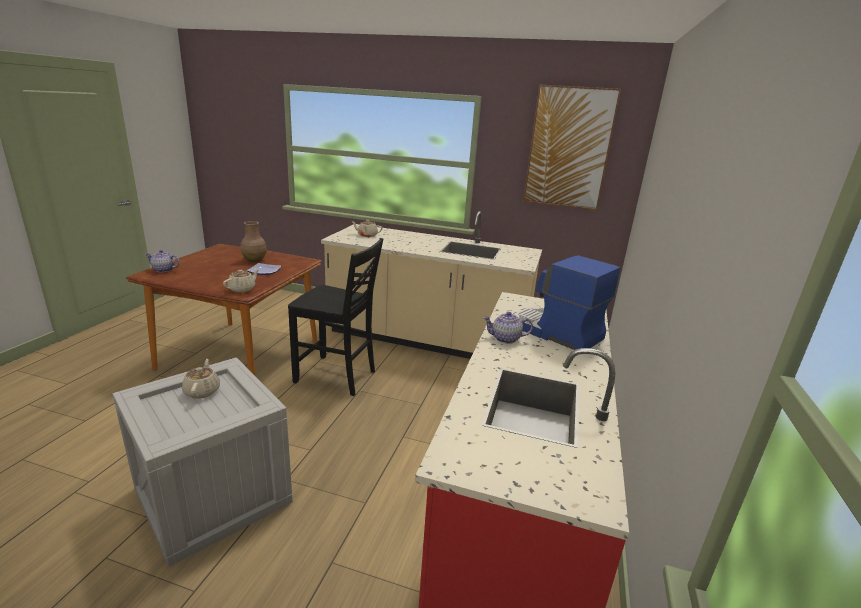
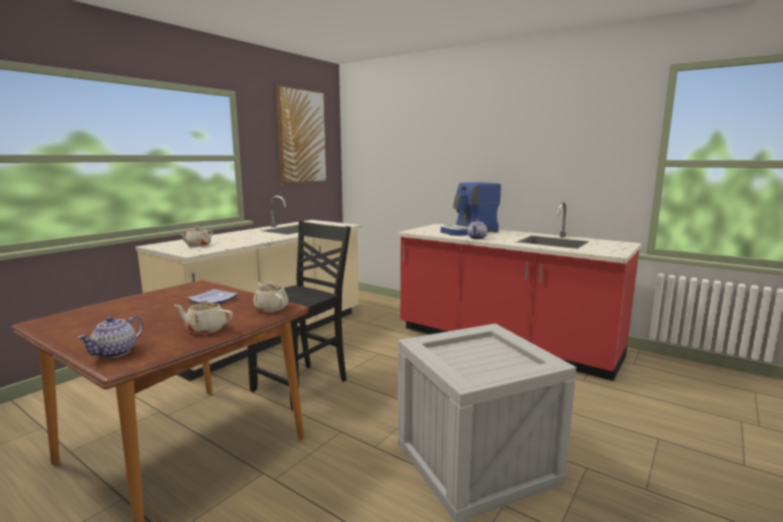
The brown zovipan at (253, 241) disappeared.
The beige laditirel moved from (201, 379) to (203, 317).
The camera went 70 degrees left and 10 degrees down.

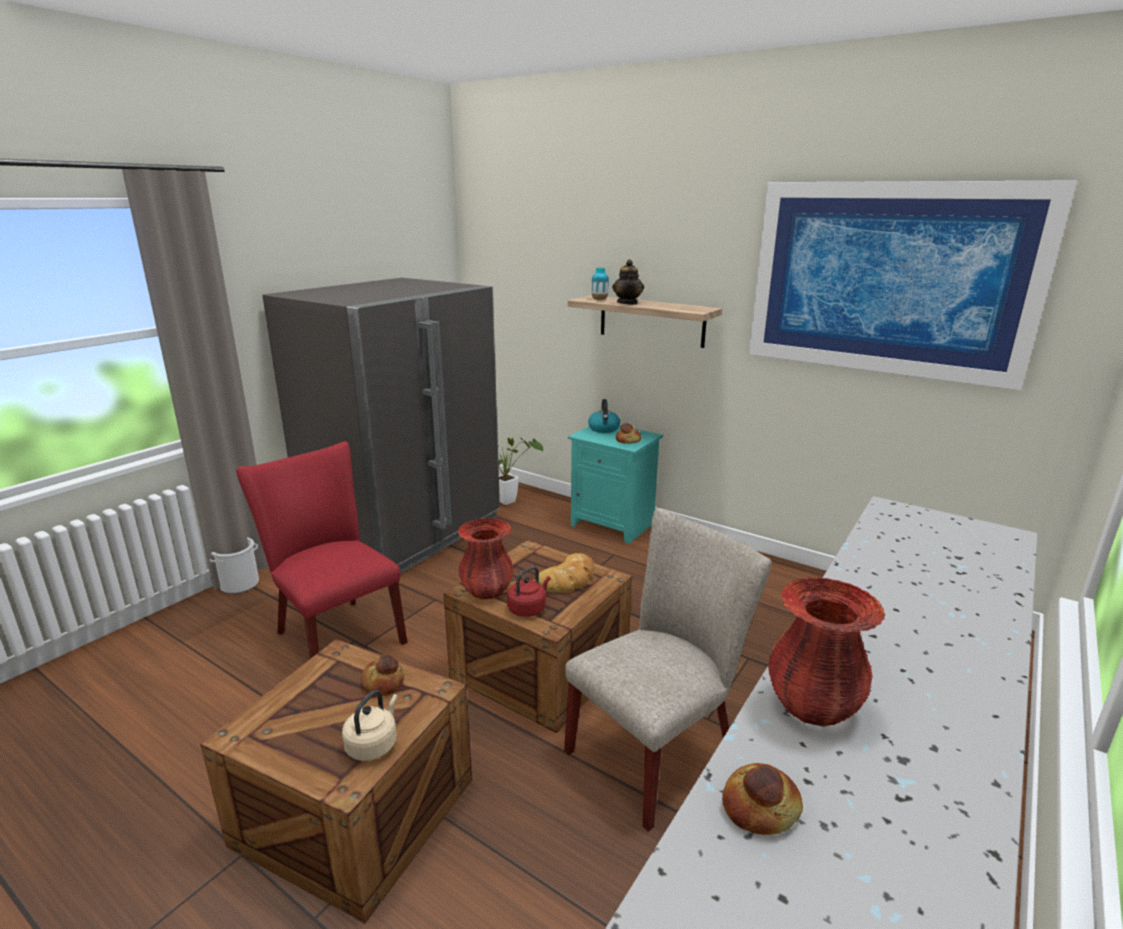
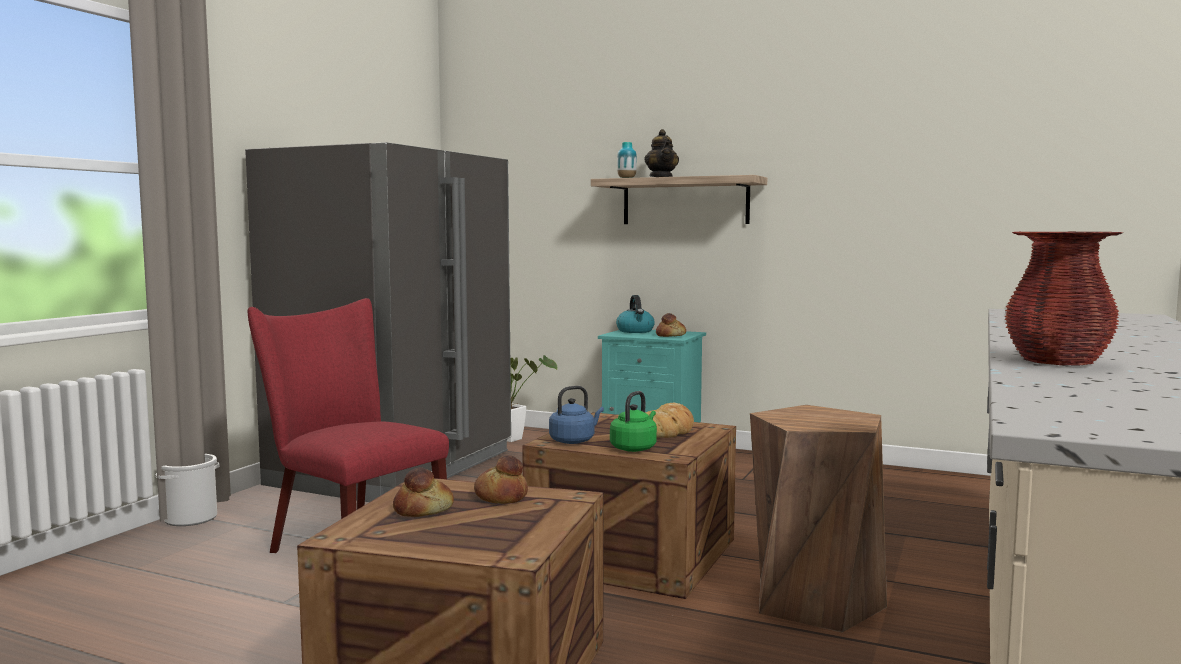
The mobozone at (913, 285) disappeared.
The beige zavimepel at (667, 670) was replaced by the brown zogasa at (818, 518).
The red zovipan at (485, 558) was replaced by the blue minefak at (576, 415).
The red minefak at (529, 591) became the green minefak at (633, 421).
The beige minefak at (370, 725) disappeared.
The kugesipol moved from (762, 799) to (423, 492).
The camera went 10 degrees left and 15 degrees down.

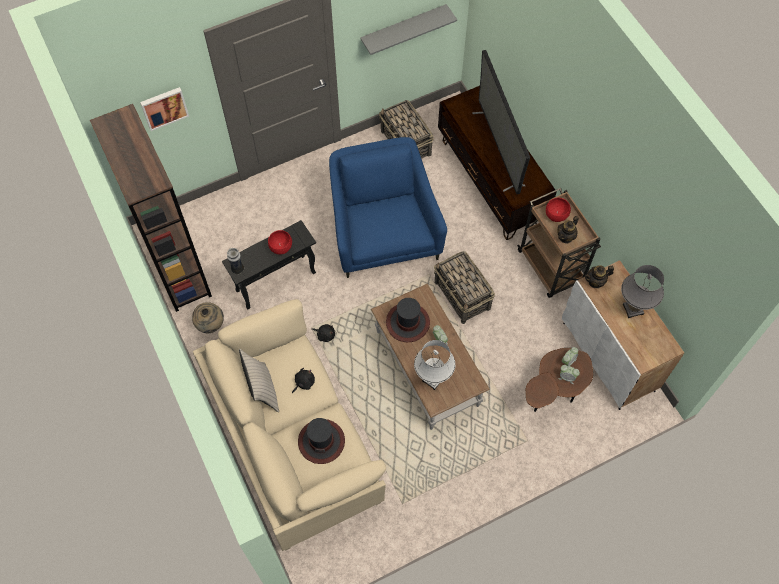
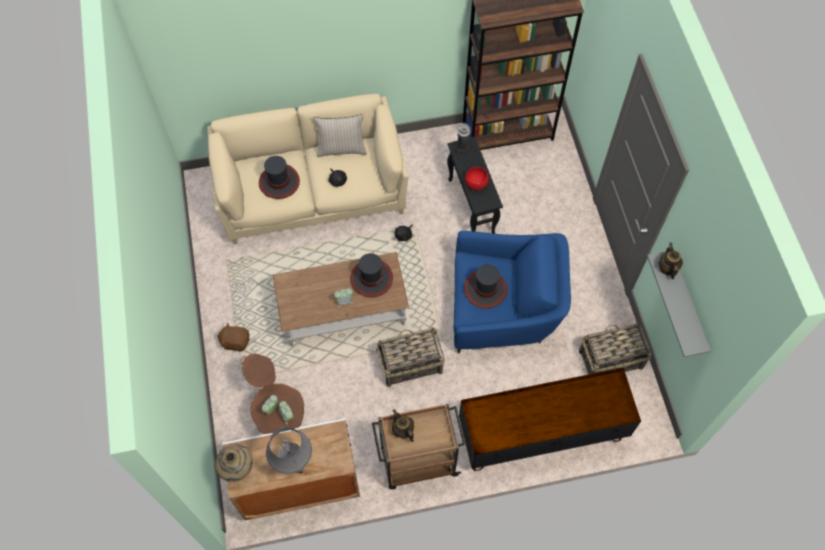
The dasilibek at (501, 122) disappeared.
The mobozone at (164, 109) disappeared.
The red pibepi at (558, 210) disappeared.
The laditirel moved from (599, 276) to (670, 261).
The beige zovipan moved from (208, 318) to (234, 463).
The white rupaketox at (434, 365) disappeared.
The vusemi at (485, 286) appeared.
The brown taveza at (233, 337) appeared.
The camera went 105 degrees right and 0 degrees up.

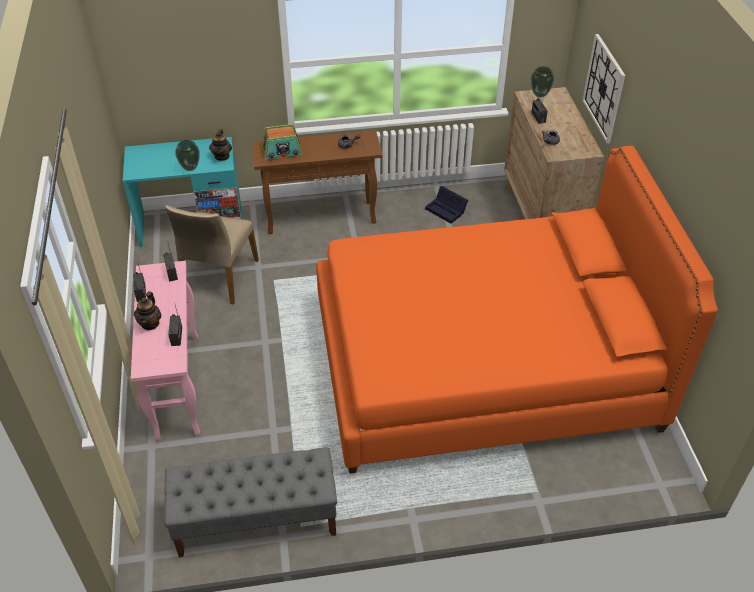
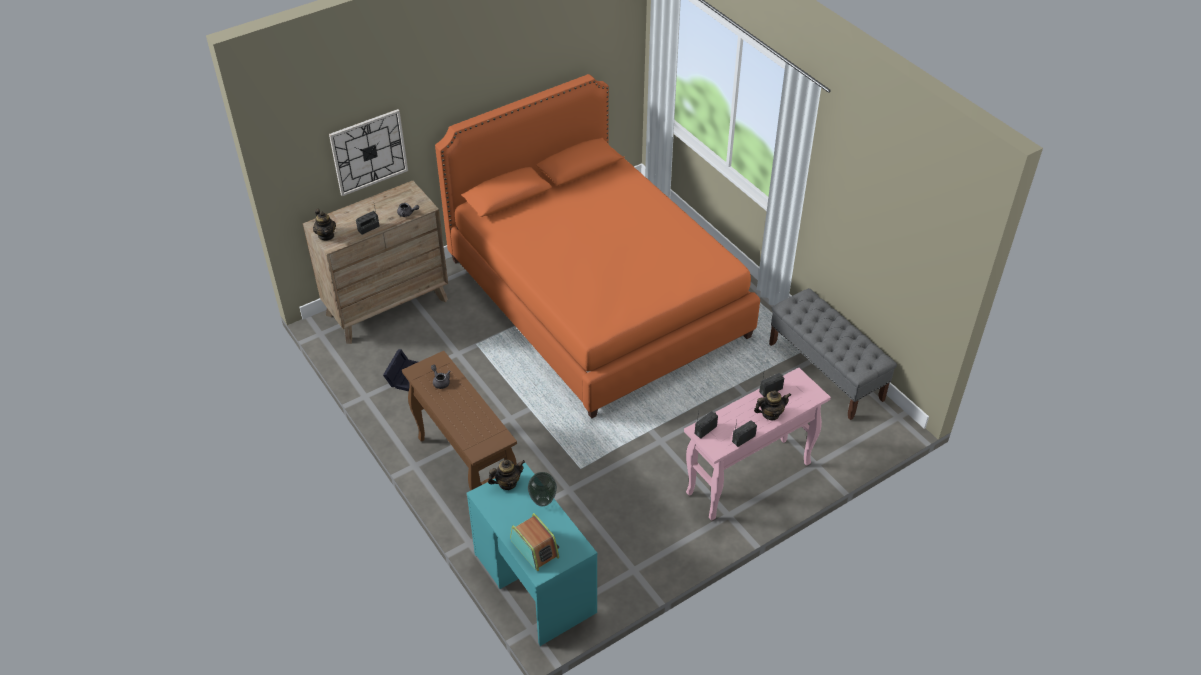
The zovipan at (542, 82) was replaced by the laditirel at (324, 225).
The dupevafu moved from (282, 142) to (534, 542).
The beige zavimepel at (212, 255) disappeared.
The camera went 115 degrees left and 0 degrees up.

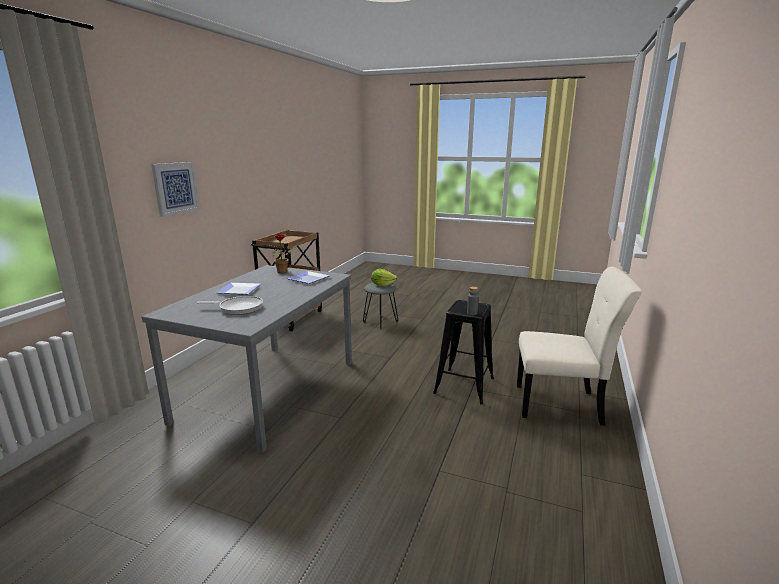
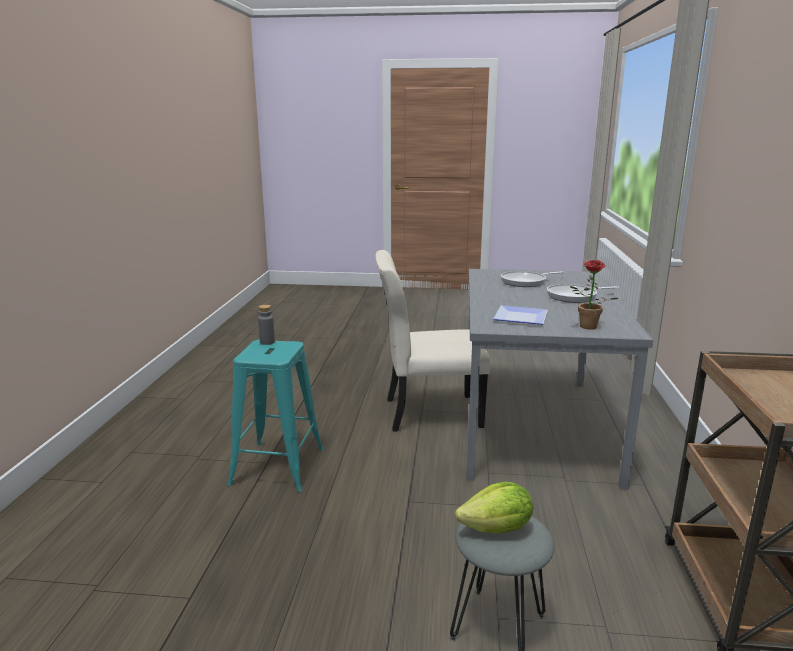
The mobozone at (175, 189) disappeared.
The beige zavimepel moved from (579, 346) to (432, 341).
The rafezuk at (238, 289) was replaced by the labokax at (583, 293).
The black zogasa at (463, 352) became the turquoise zogasa at (275, 416).
The camera went 165 degrees right and 0 degrees up.

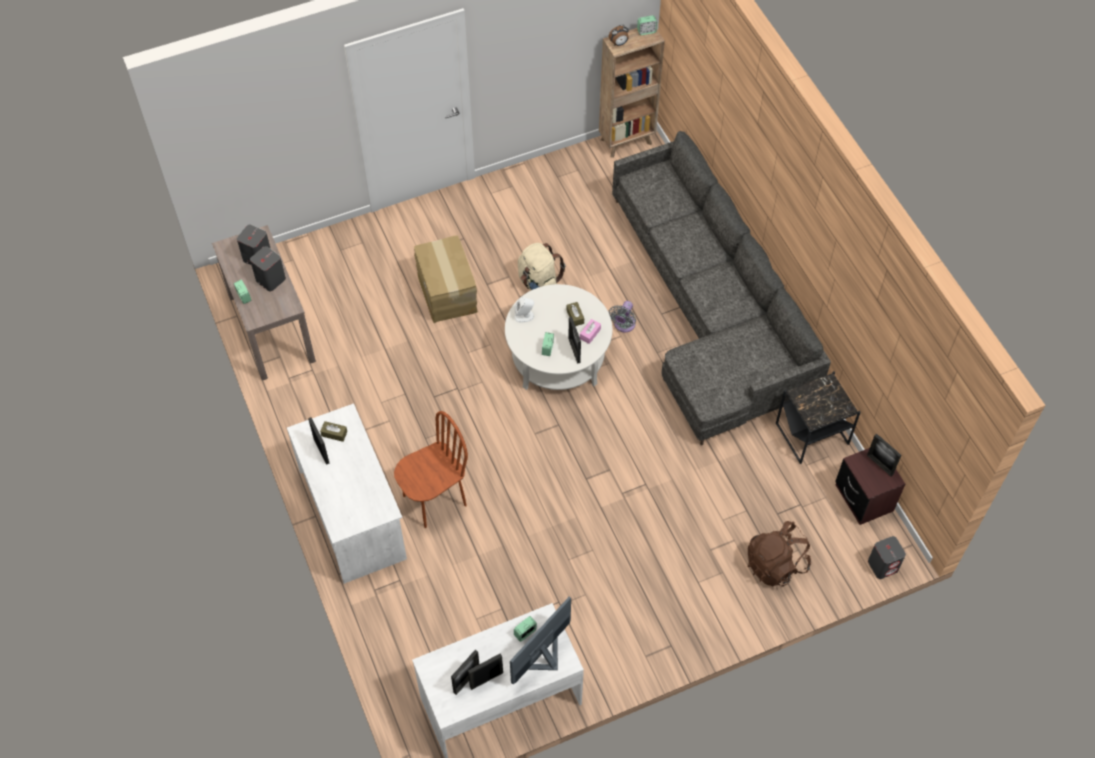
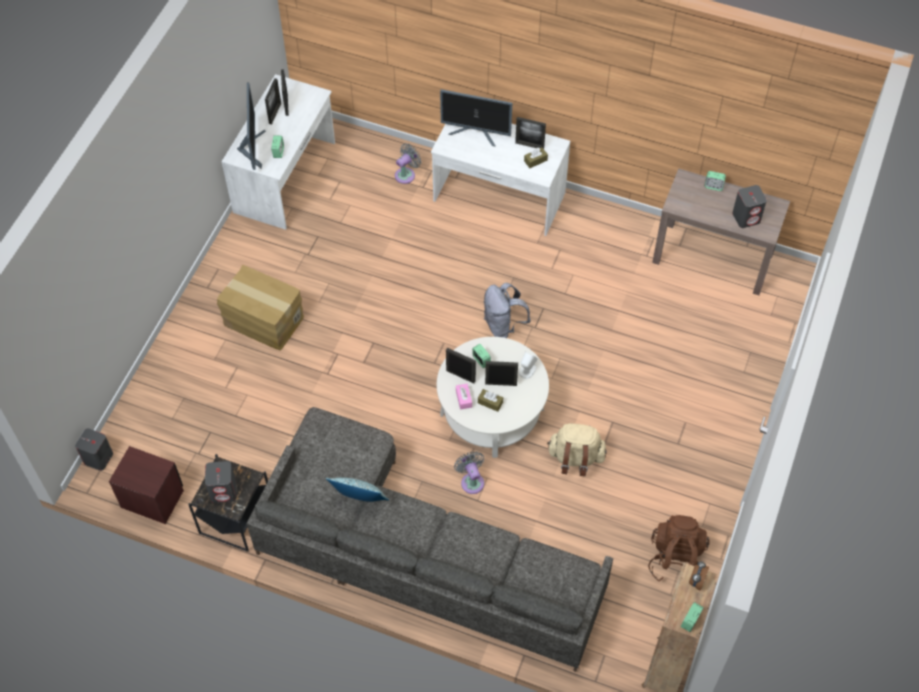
The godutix moved from (446, 279) to (260, 307).
The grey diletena moved from (268, 268) to (220, 482).
The brown zavimepel at (431, 469) disappeared.
The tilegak moved from (884, 455) to (501, 373).
The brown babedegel moved from (779, 554) to (679, 548).
The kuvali at (476, 118) appeared.
The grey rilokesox at (408, 163) appeared.
The grey babedegel at (507, 310) appeared.
The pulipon at (357, 490) appeared.
The camera went 135 degrees right and 0 degrees up.

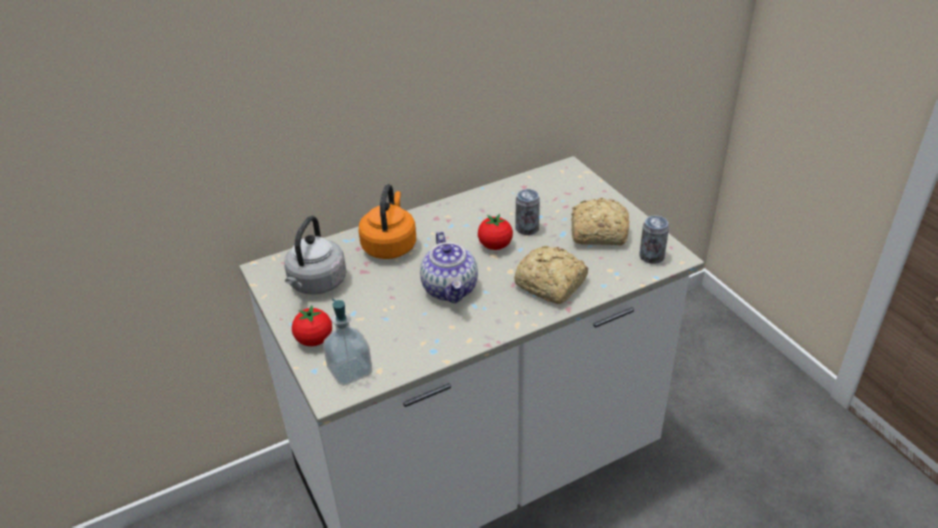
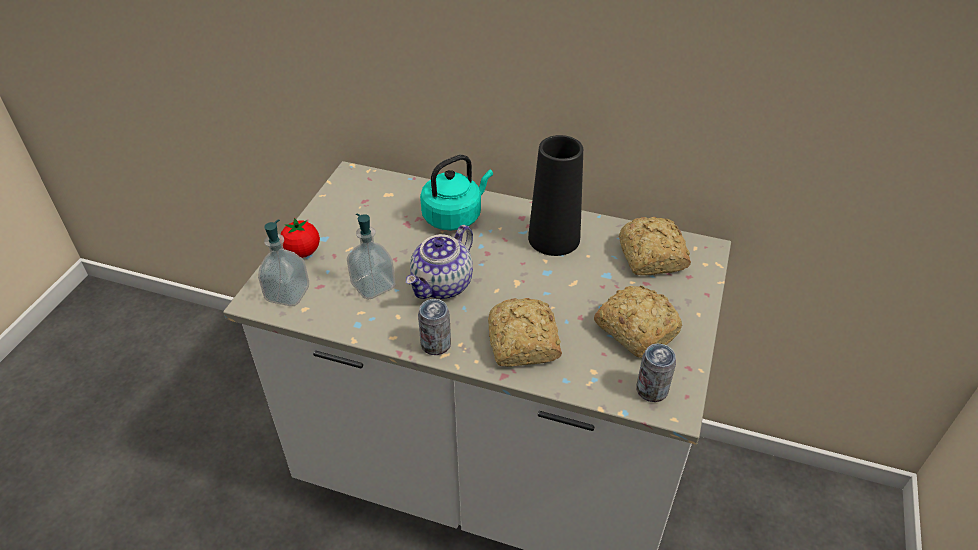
The orange minefak at (387, 221) became the turquoise minefak at (456, 193).
The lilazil moved from (528, 212) to (434, 327).
The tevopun at (495, 232) disappeared.
The grey minefak at (315, 255) disappeared.
The black zovipan at (555, 195) appeared.
The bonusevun at (371, 256) appeared.
The kugesipol at (655, 246) appeared.
The camera went 45 degrees right and 5 degrees up.

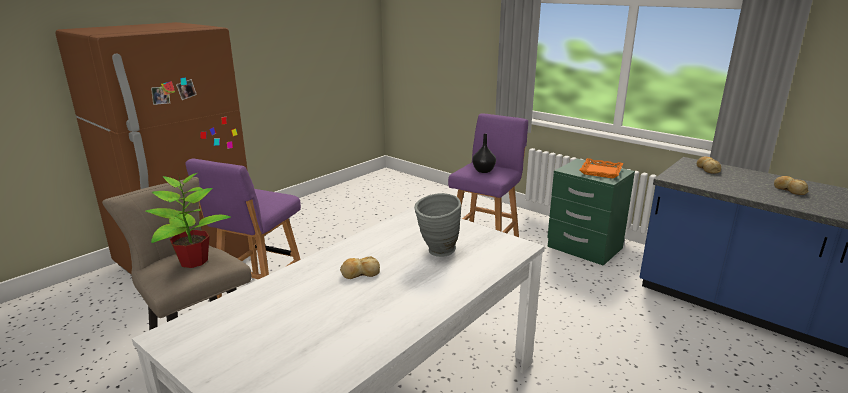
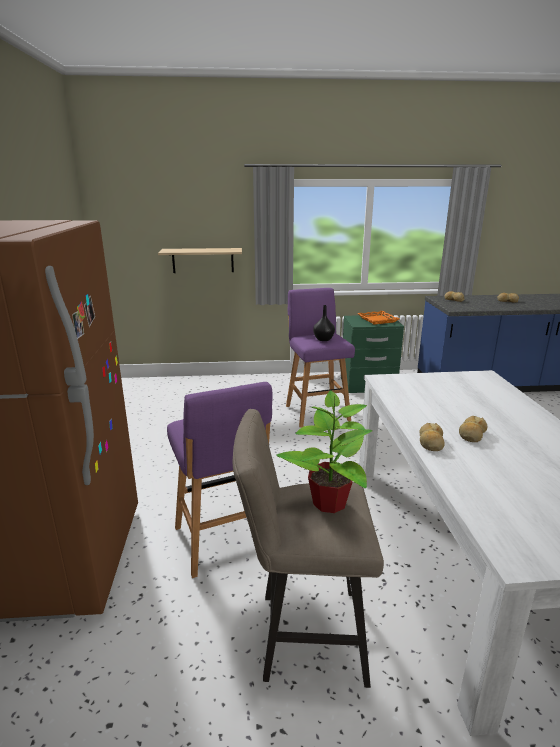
The grey zovipan at (437, 225) disappeared.
The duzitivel at (200, 260) appeared.
The kugesipol at (432, 437) appeared.
The camera went 45 degrees left and 0 degrees up.

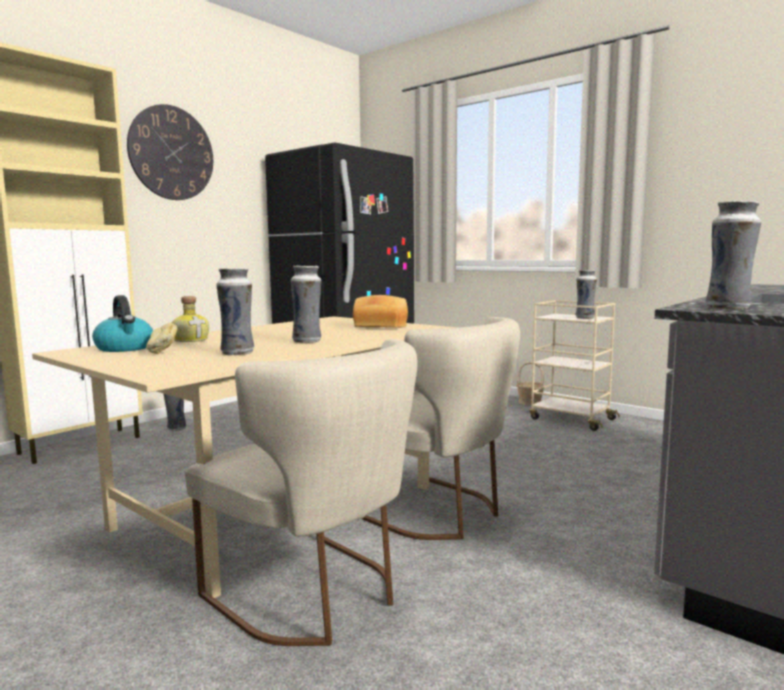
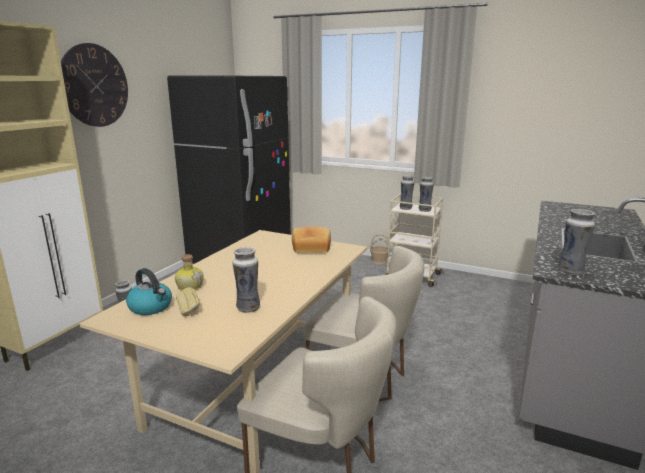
The zovipan moved from (306, 304) to (407, 192).
The camera went 15 degrees left and 10 degrees up.

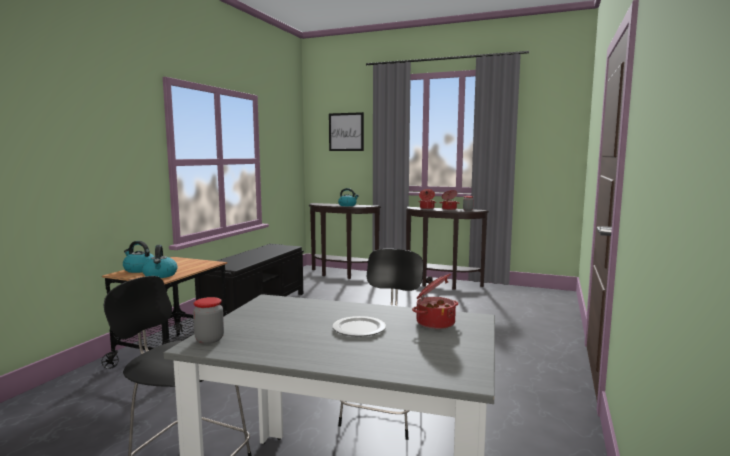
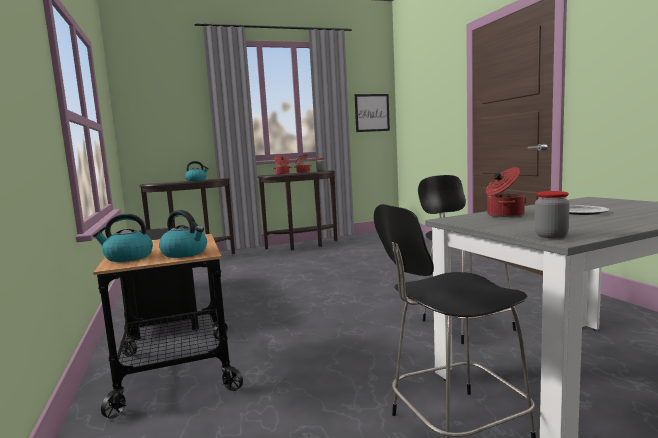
The mobozone moved from (346, 131) to (372, 113).
The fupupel moved from (435, 301) to (506, 192).
The camera went 40 degrees left and 0 degrees up.

